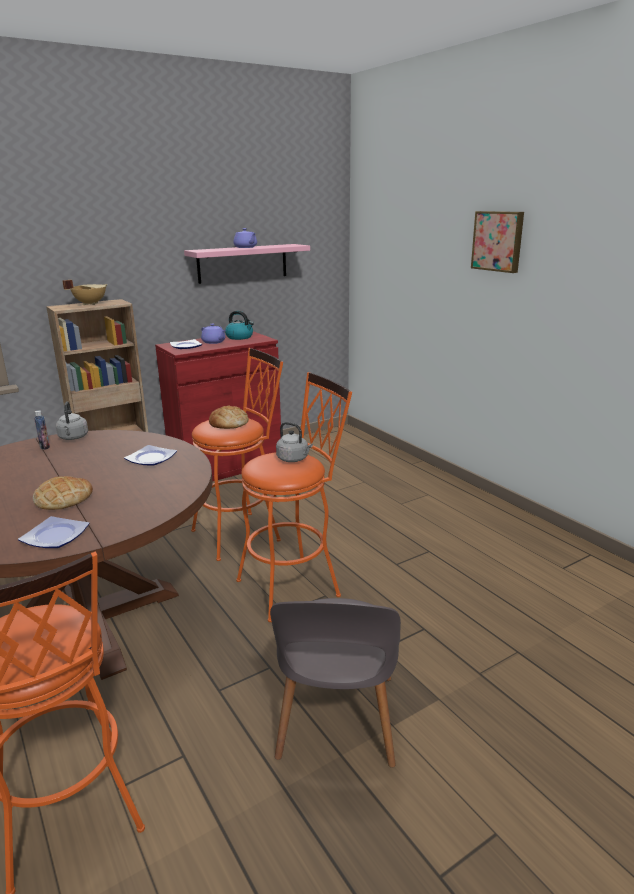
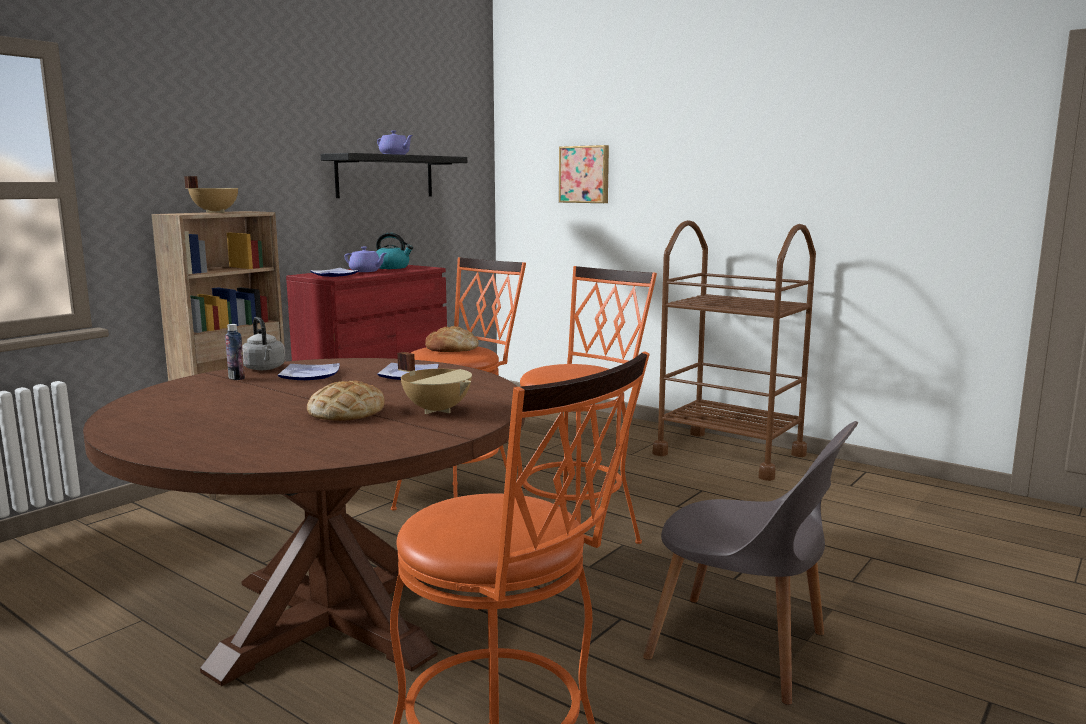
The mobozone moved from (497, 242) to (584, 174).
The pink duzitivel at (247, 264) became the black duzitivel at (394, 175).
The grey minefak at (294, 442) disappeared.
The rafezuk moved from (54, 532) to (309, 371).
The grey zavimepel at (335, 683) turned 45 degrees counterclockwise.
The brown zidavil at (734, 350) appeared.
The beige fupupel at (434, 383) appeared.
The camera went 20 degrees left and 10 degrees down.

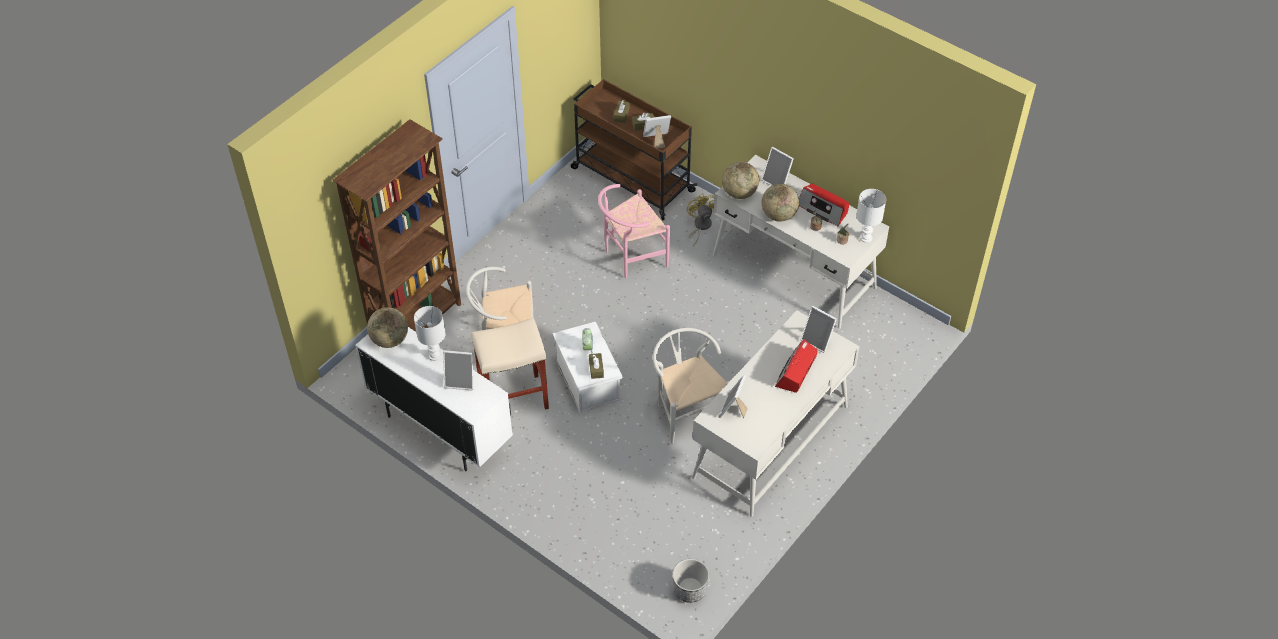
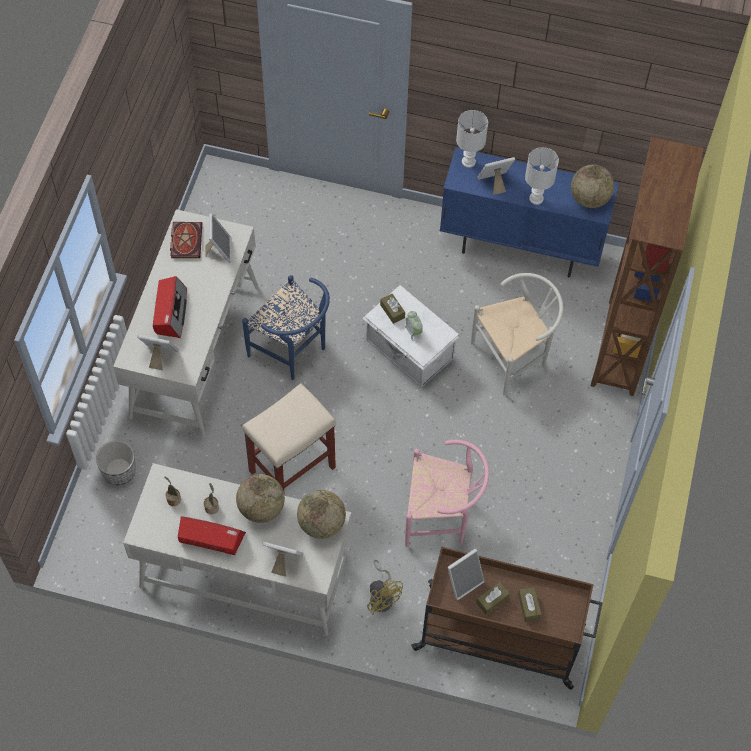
The pink zavimepel at (634, 231) turned 60 degrees clockwise.
The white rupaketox moved from (871, 216) to (472, 139).
The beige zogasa moved from (510, 364) to (289, 439).
The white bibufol at (434, 399) became the blue bibufol at (529, 212).
The white zavimepel at (691, 386) became the blue zavimepel at (286, 327).
The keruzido moved from (691, 581) to (116, 462).
The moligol at (186, 240) appeared.
The camera went 155 degrees right and 10 degrees up.

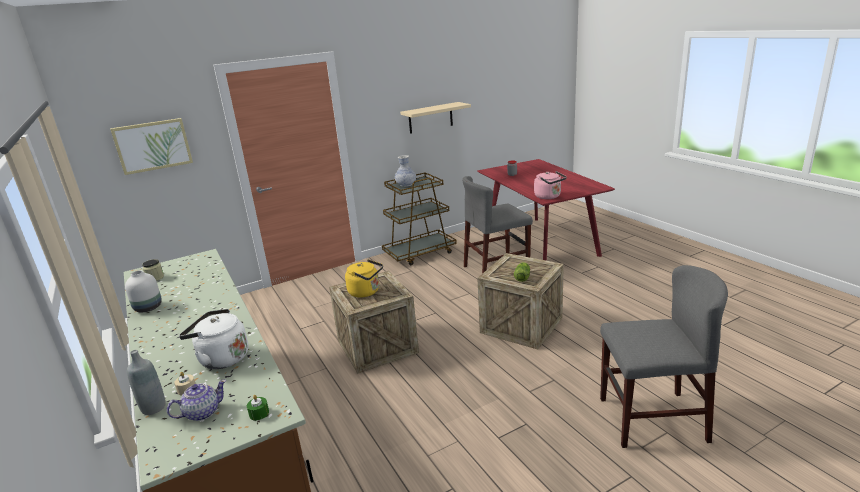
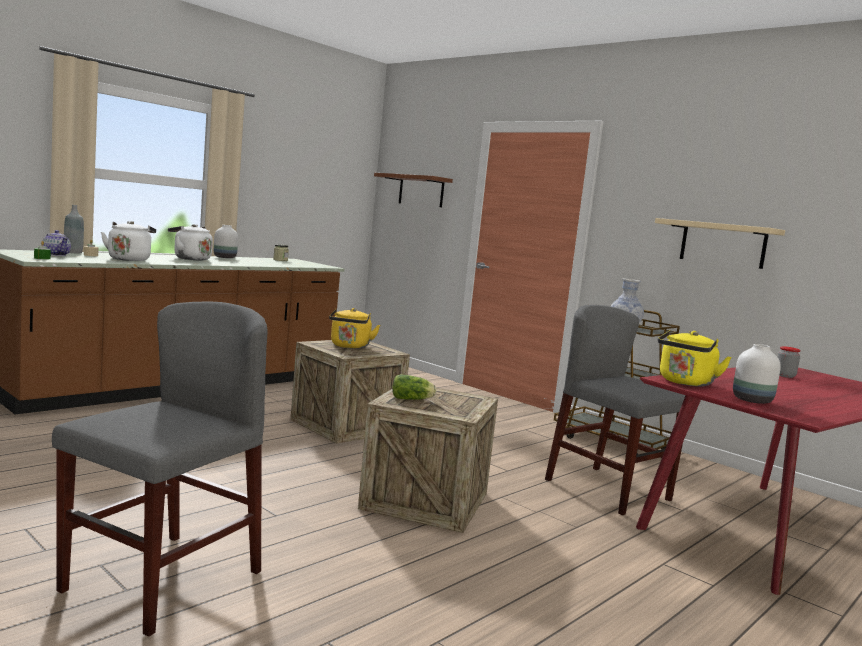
The mobozone at (151, 146) was replaced by the brown duzitivel at (413, 190).
The pink minefak at (550, 185) became the yellow minefak at (695, 358).
The grey zavimepel at (664, 356) turned 135 degrees counterclockwise.
The white minefak at (190, 242) appeared.
The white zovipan at (757, 374) appeared.
The camera went 70 degrees right and 15 degrees down.

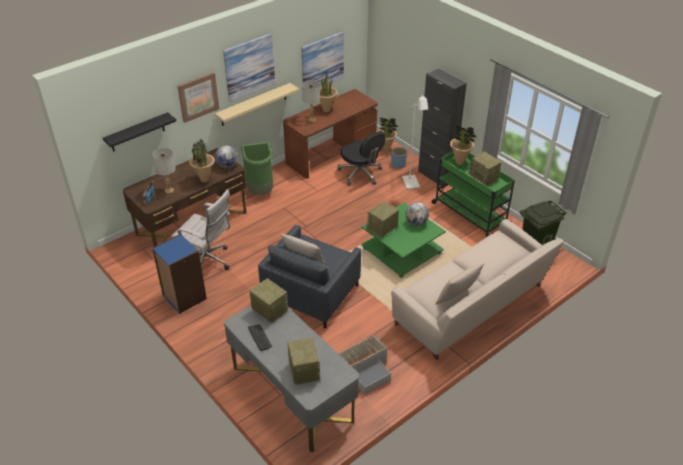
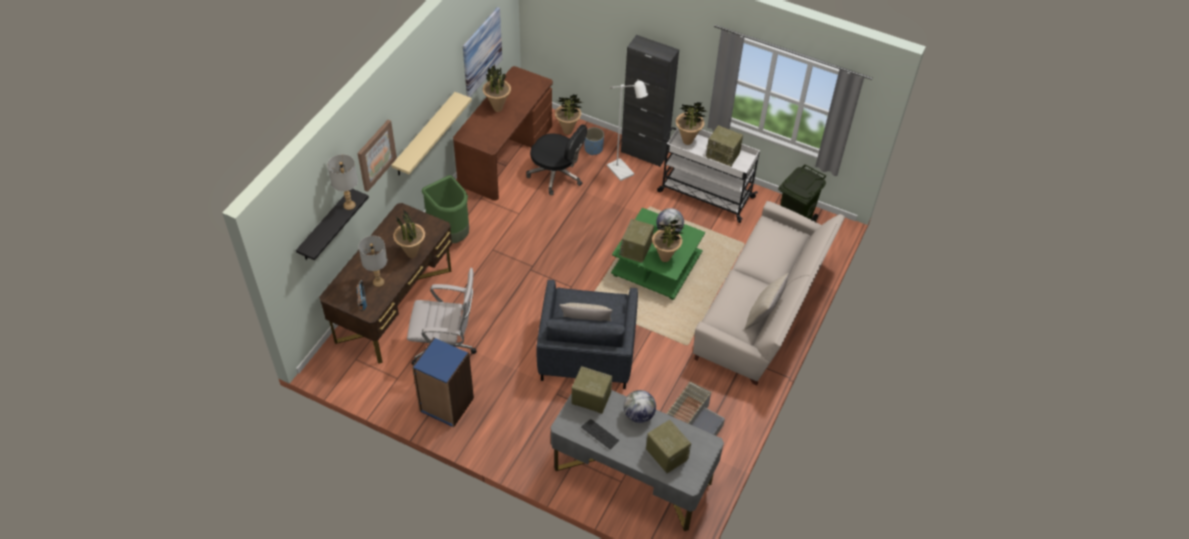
The mobozone at (249, 67) disappeared.
The grey rupaketox moved from (311, 101) to (342, 182).
The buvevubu moved from (226, 157) to (639, 406).
The green zidavil at (473, 193) became the white zidavil at (708, 175).
The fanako at (667, 241) appeared.
The camera went 25 degrees left and 10 degrees up.

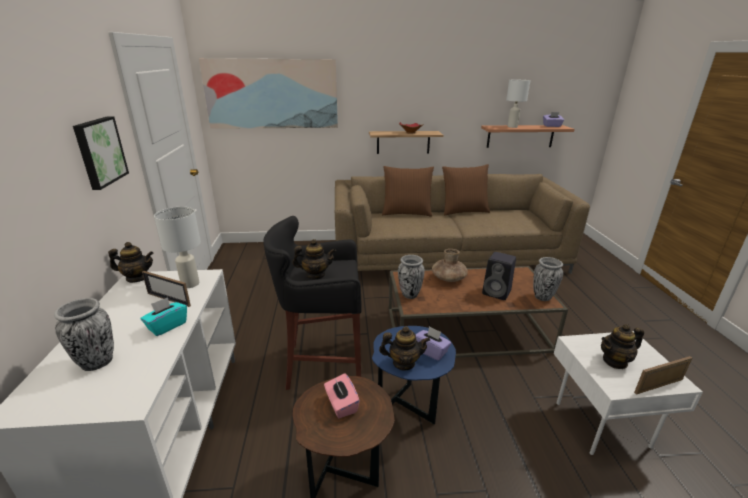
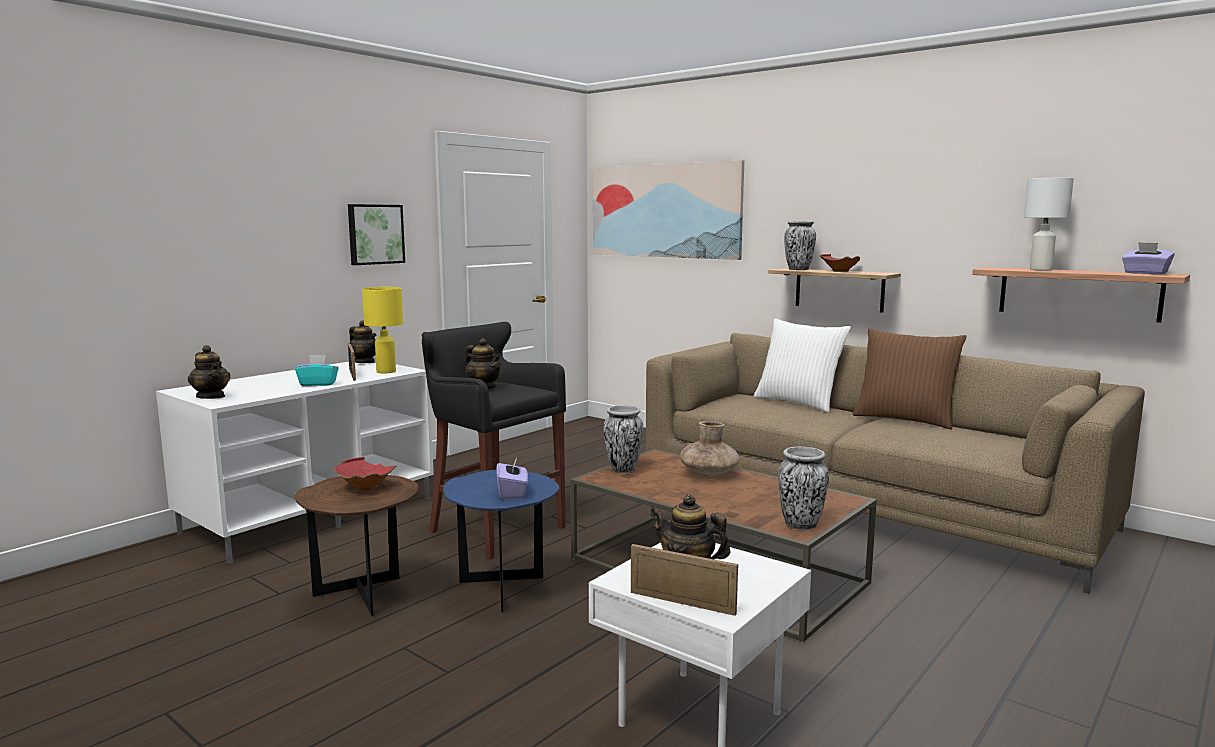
The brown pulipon at (408, 191) became the white pulipon at (802, 365).
The white rupaketox at (177, 247) became the yellow rupaketox at (382, 330).
The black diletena at (499, 276) disappeared.
The zovipan moved from (84, 334) to (800, 245).
The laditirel moved from (404, 348) to (209, 372).
The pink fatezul at (342, 395) was replaced by the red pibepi at (365, 474).
The camera went 45 degrees right and 15 degrees down.

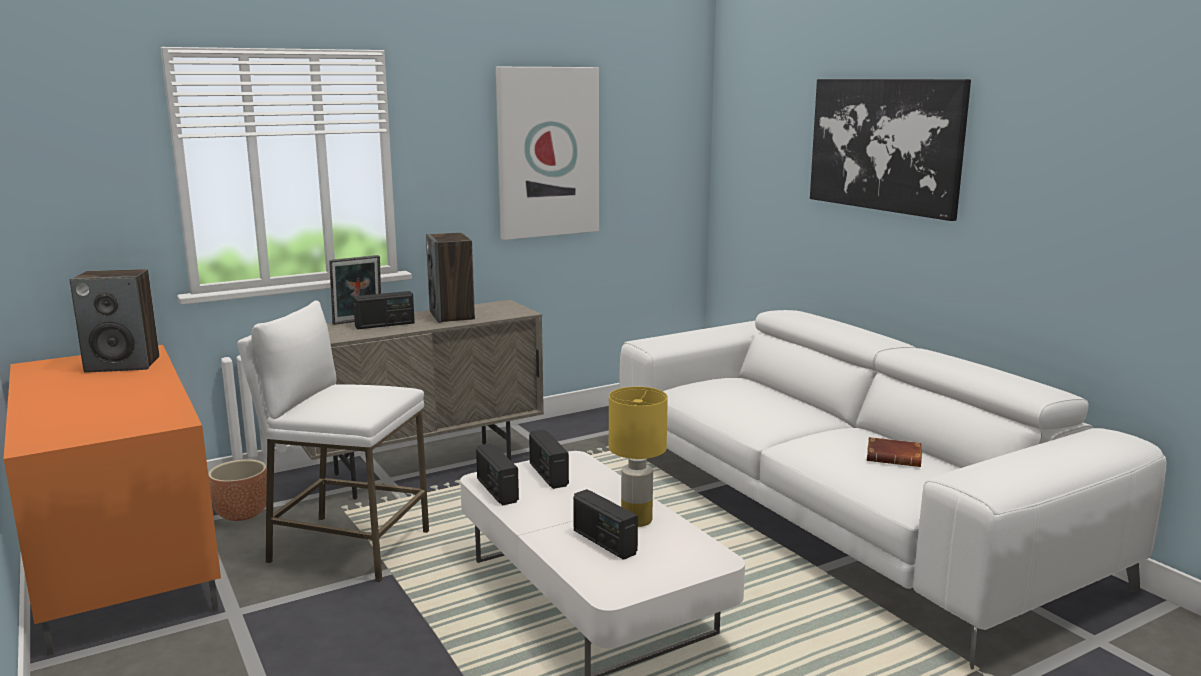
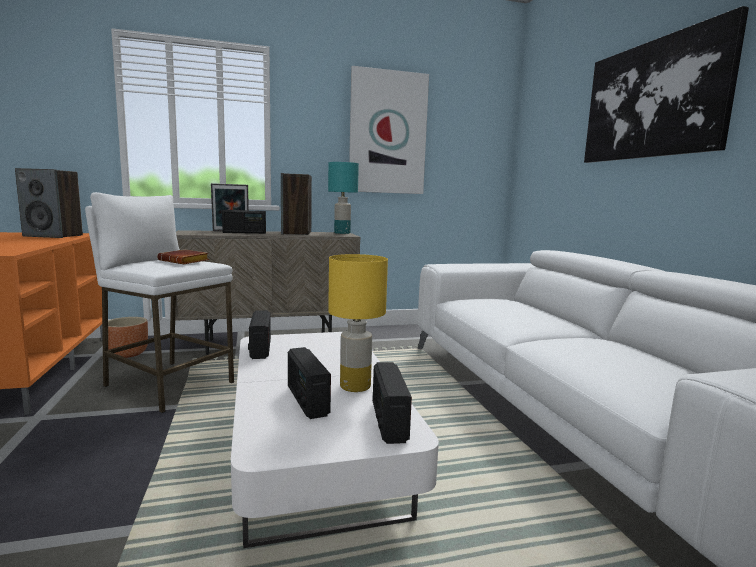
The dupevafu moved from (549, 459) to (392, 403).
The brown moligol moved from (894, 452) to (183, 256).
The turquoise rupaketox at (343, 198) appeared.
The camera went 15 degrees right and 5 degrees down.

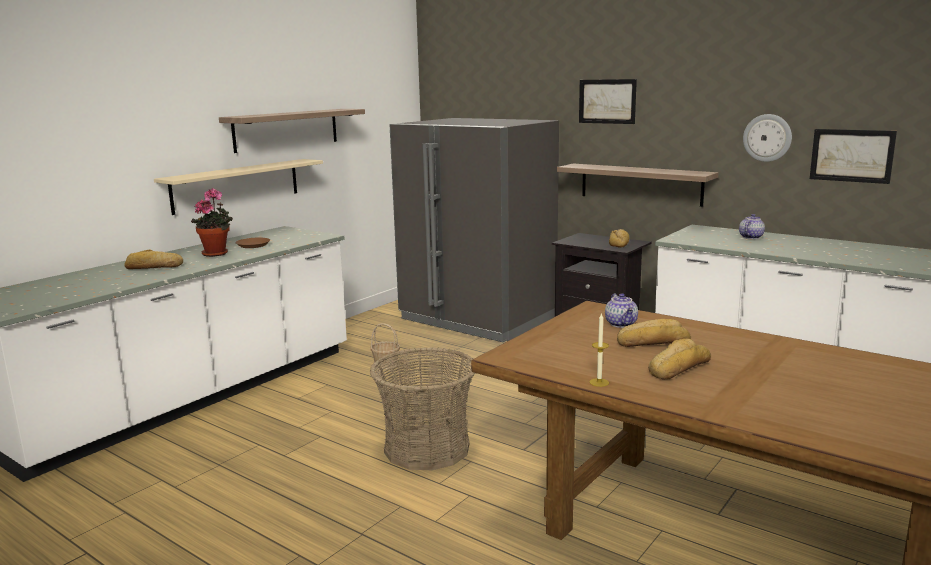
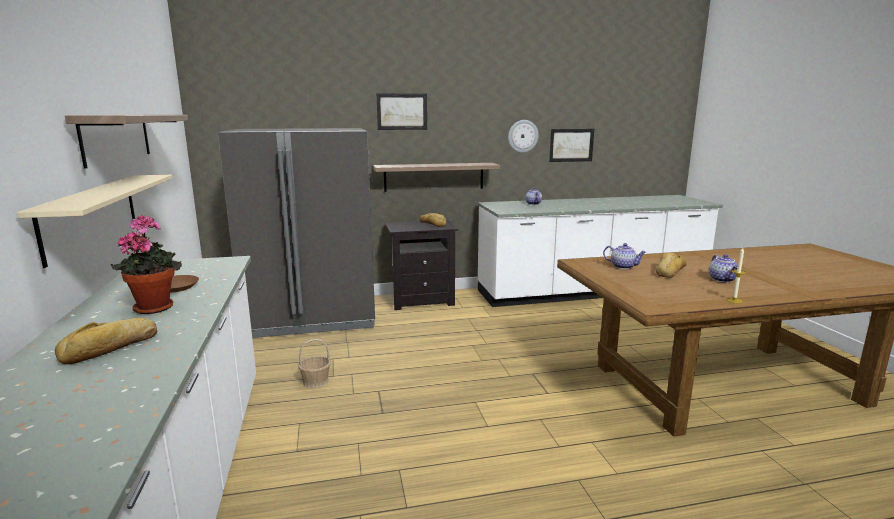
The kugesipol at (679, 359) was replaced by the laditirel at (723, 268).
The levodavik at (422, 408) disappeared.
The camera went 50 degrees left and 0 degrees up.

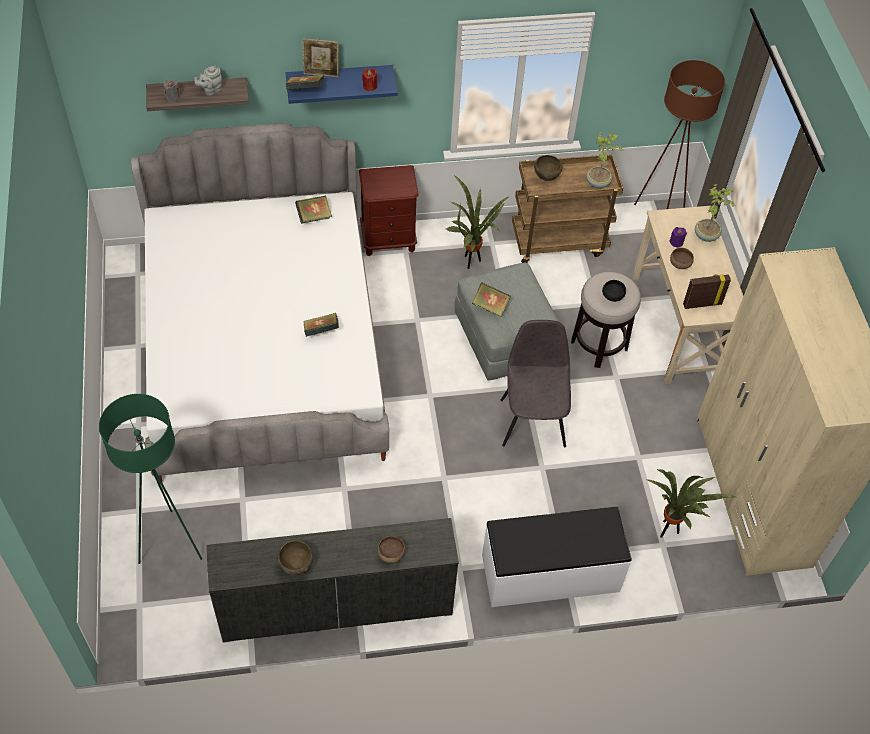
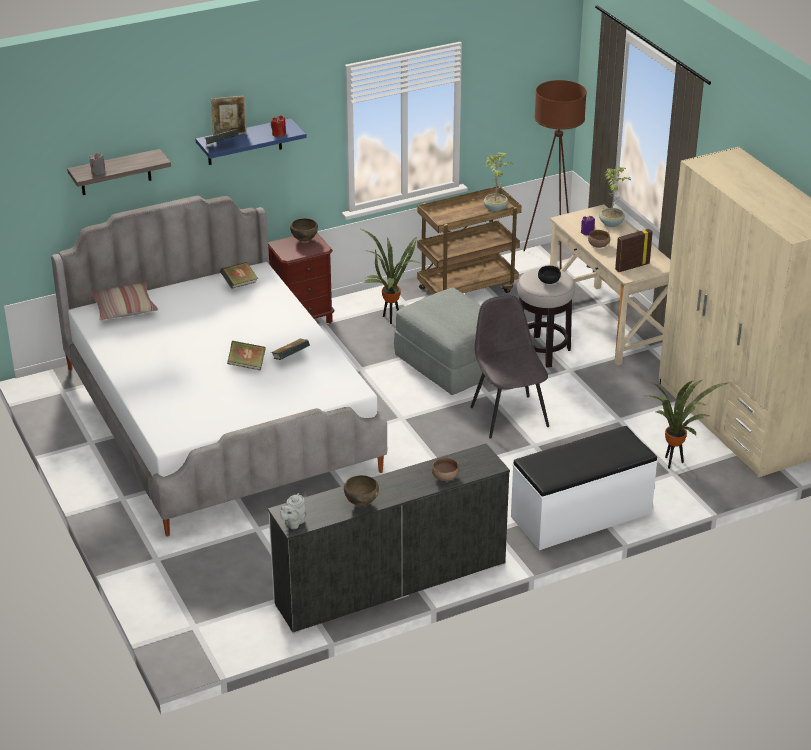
The grey laditirel moved from (208, 81) to (292, 511).
The brown pibepi moved from (548, 168) to (304, 230).
The moligol moved from (491, 299) to (246, 356).
The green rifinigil at (150, 479) disappeared.
The pulipon at (124, 301) appeared.
The camera went 15 degrees left and 20 degrees down.

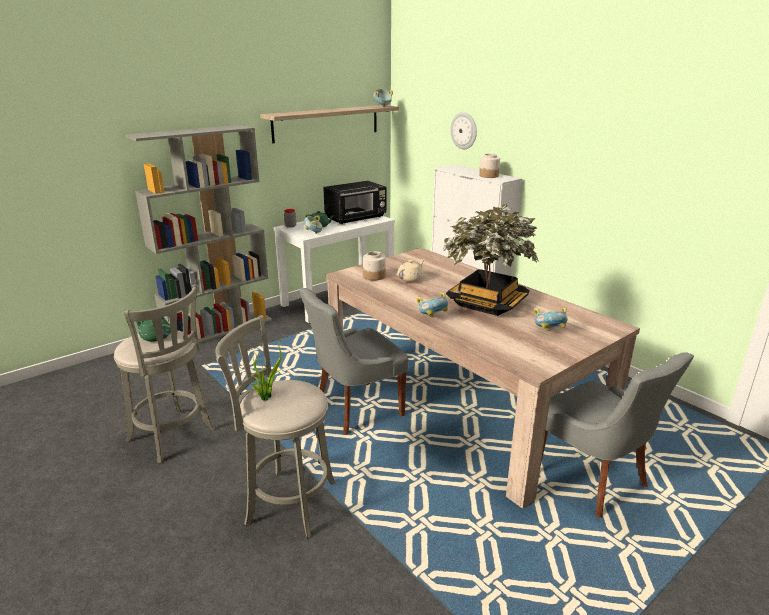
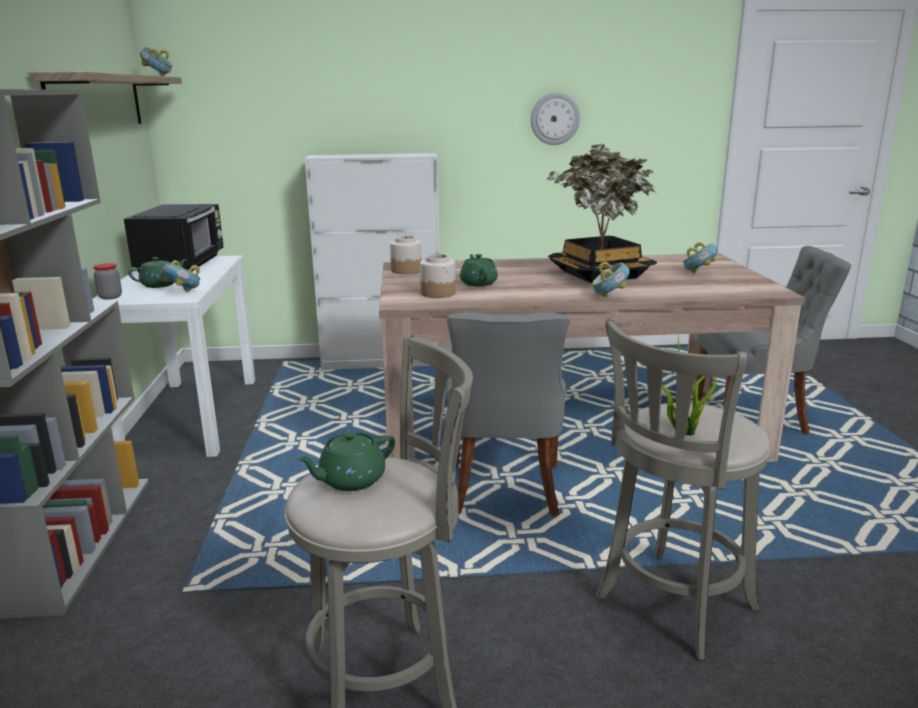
The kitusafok moved from (463, 130) to (555, 118).
The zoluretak moved from (489, 166) to (406, 255).
The beige laditirel at (411, 270) became the green laditirel at (479, 270).
The camera went 55 degrees left and 5 degrees down.

